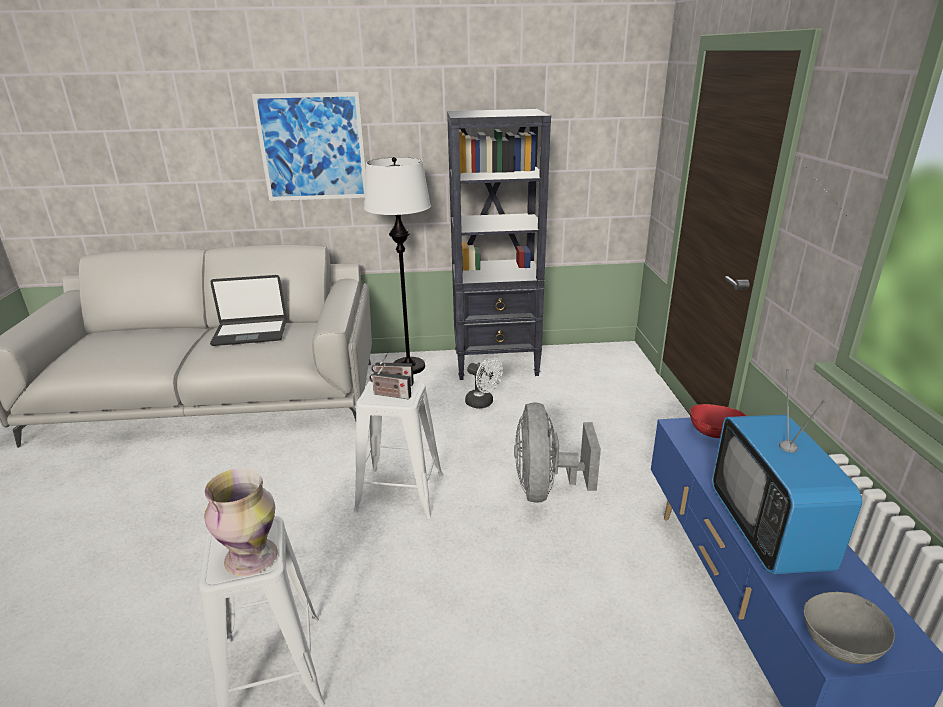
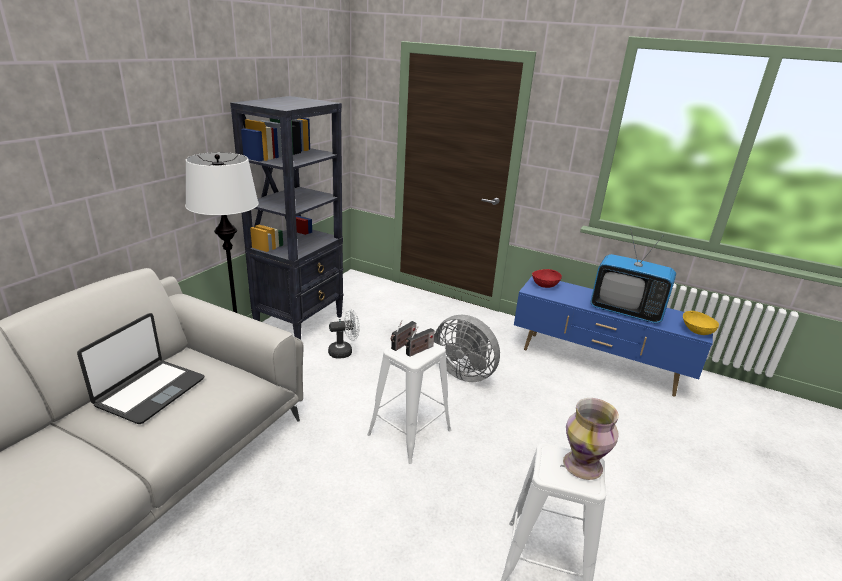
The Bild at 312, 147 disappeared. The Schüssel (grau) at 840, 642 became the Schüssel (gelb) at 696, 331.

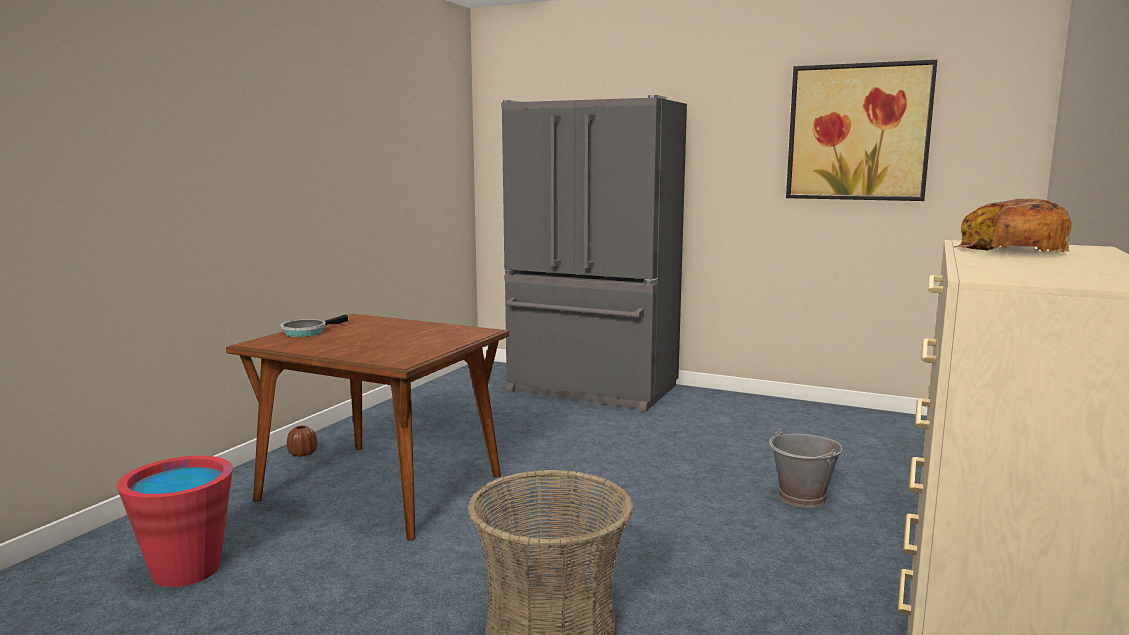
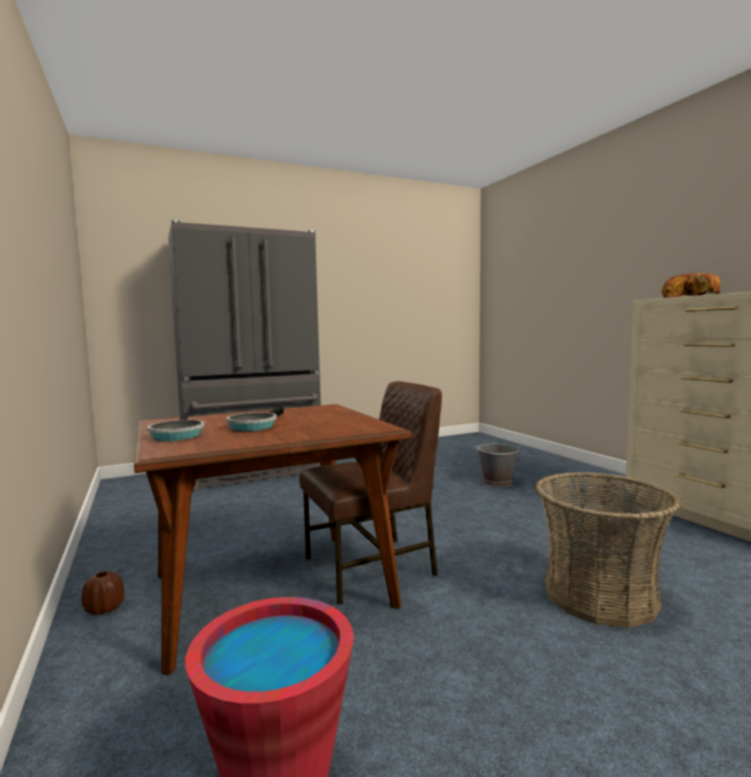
The Bild at 858, 132 disappeared. The Pfanne at 254, 426 appeared. The Stuhl (braun) at 372, 567 appeared.

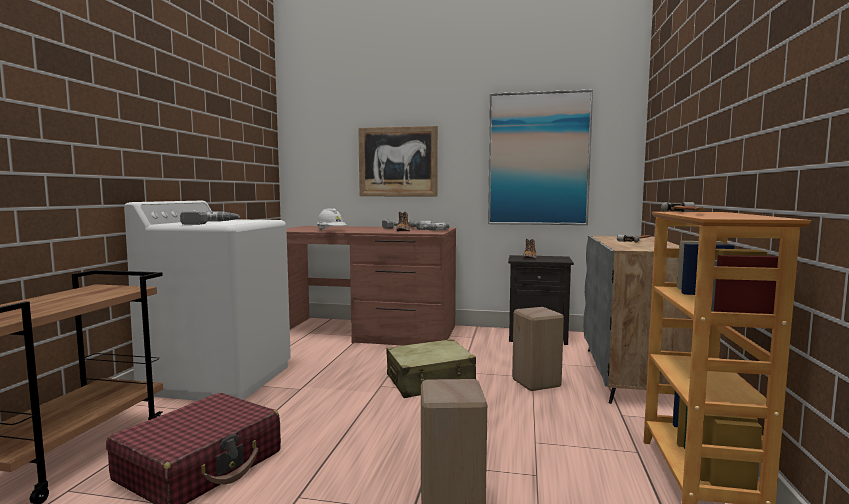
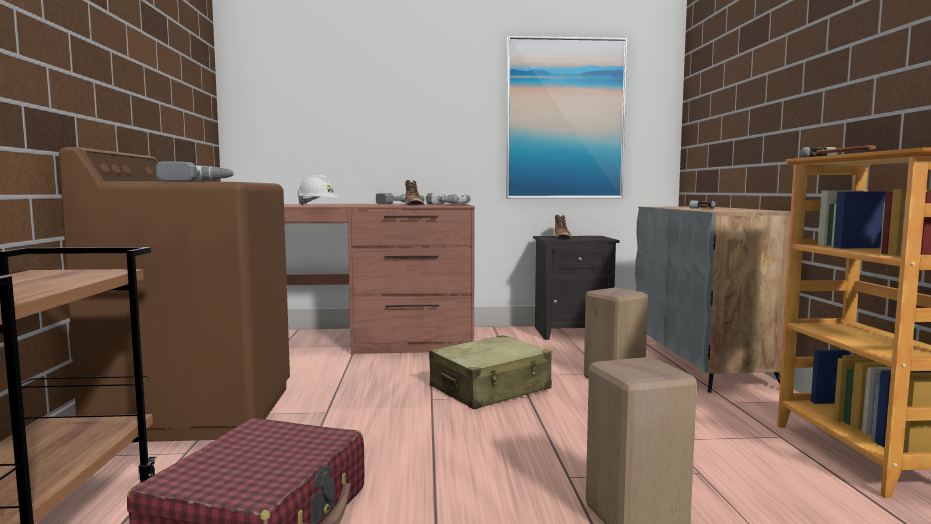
The Waschmaschine (weiß) at 220, 379 became the Waschmaschine (braun) at 198, 411. The Bild at 398, 162 disappeared.

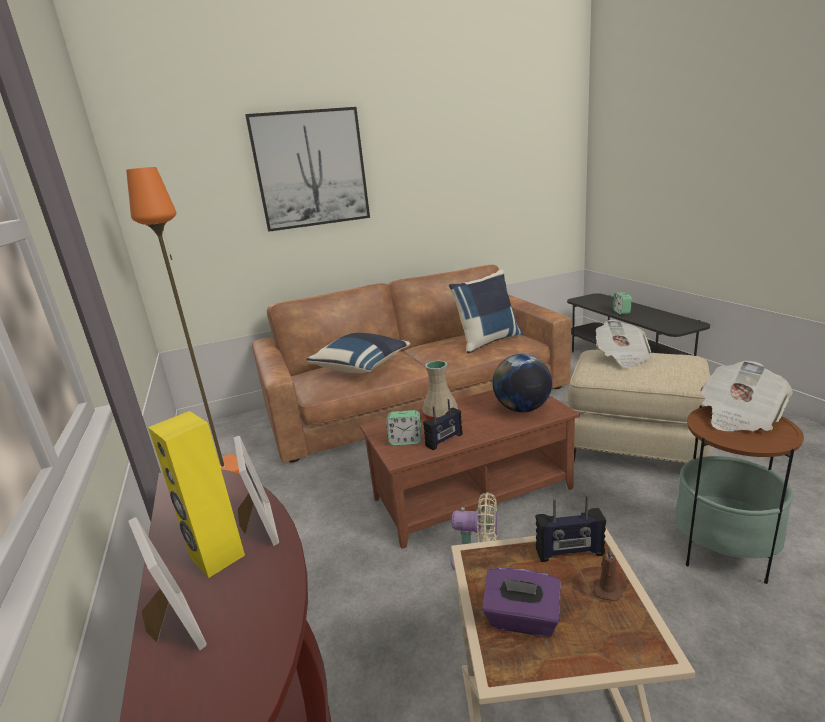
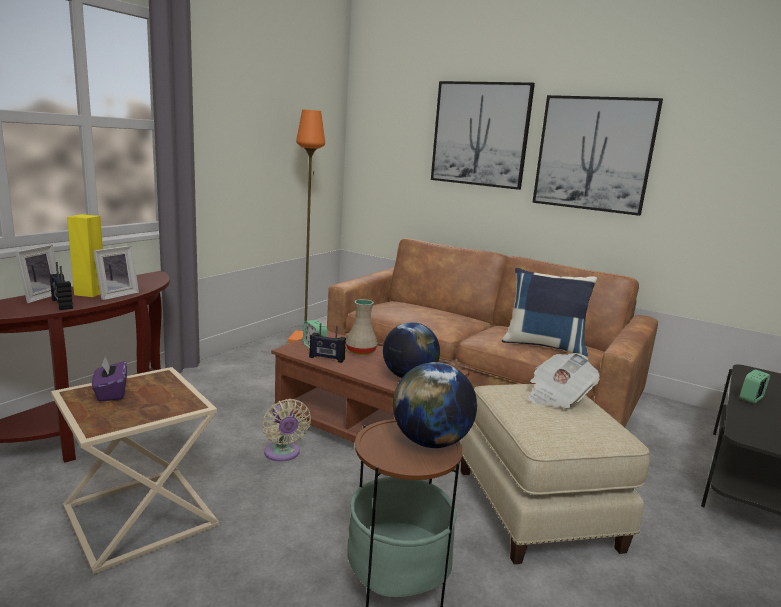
The Kissen (blau) at 362, 367 disappeared. The Radio moved from 570, 553 to 61, 304. The Kerze (braun) at 607, 589 disappeared. The Zeitung at 739, 416 was replaced by the Globus at 430, 442. The Bild at 593, 154 appeared.

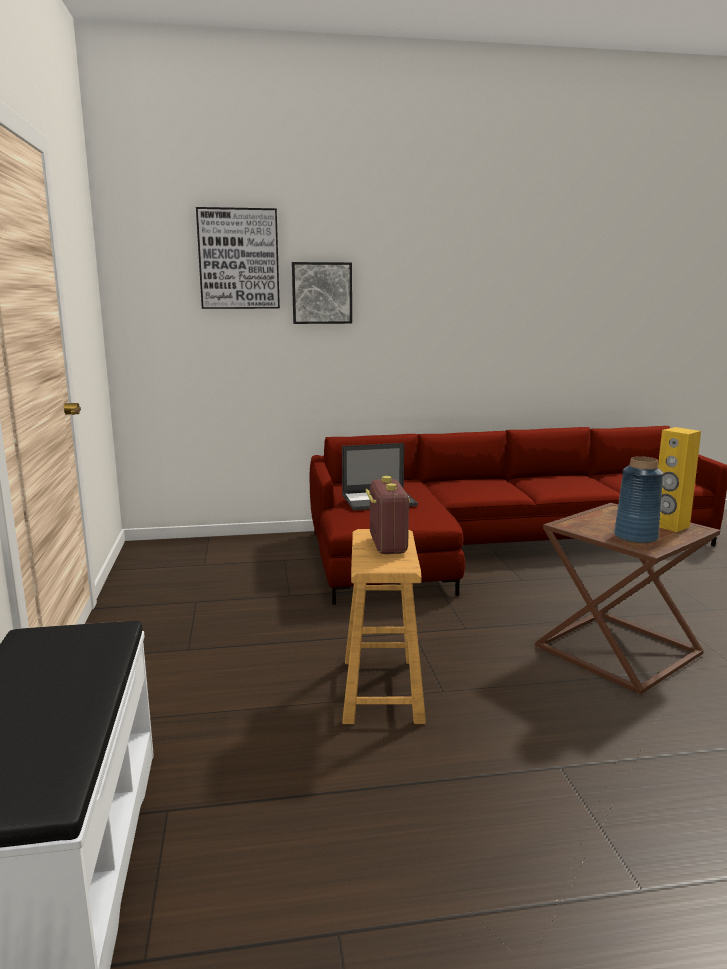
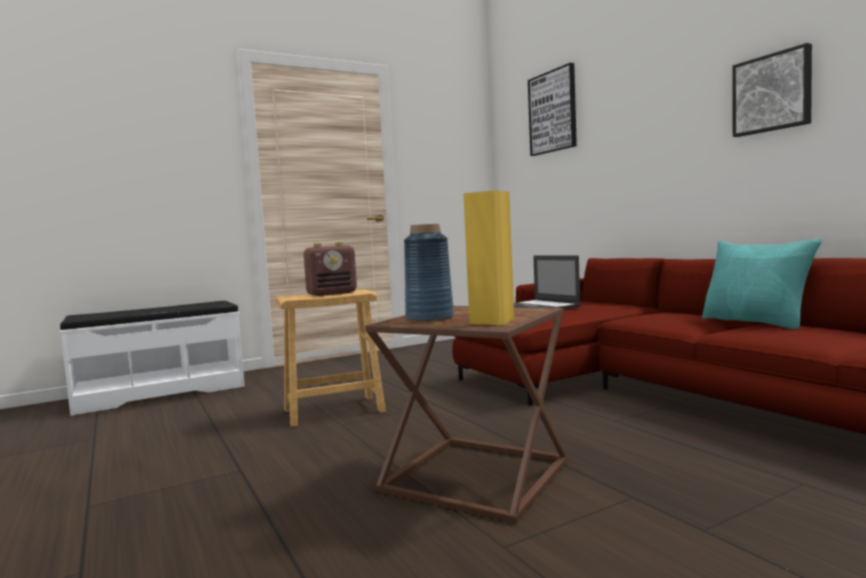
The Bild moved from 322, 293 to 772, 93. The Kissen (türkis) at 756, 322 appeared.

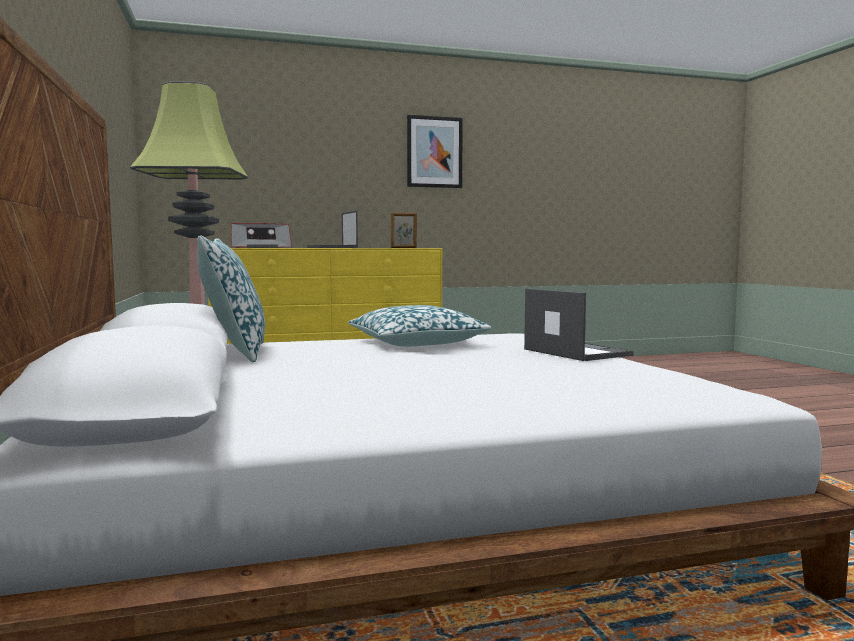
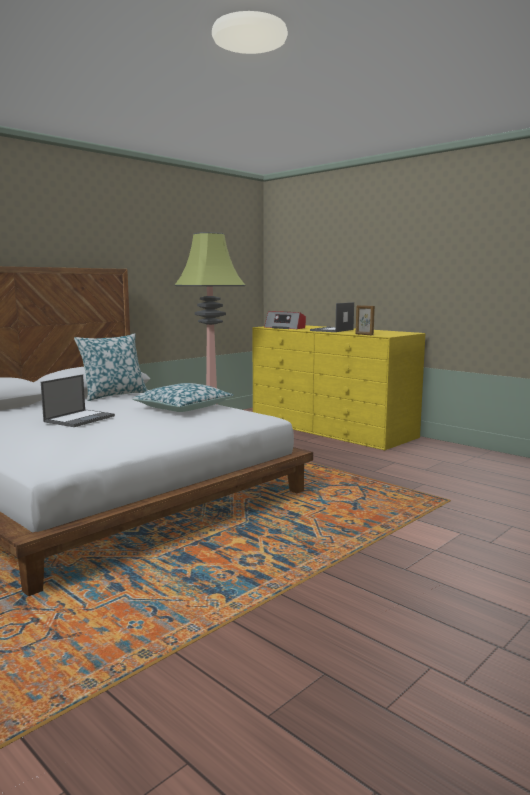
The Bild at 434, 152 disappeared. The Laptop moved from 575, 352 to 80, 419.

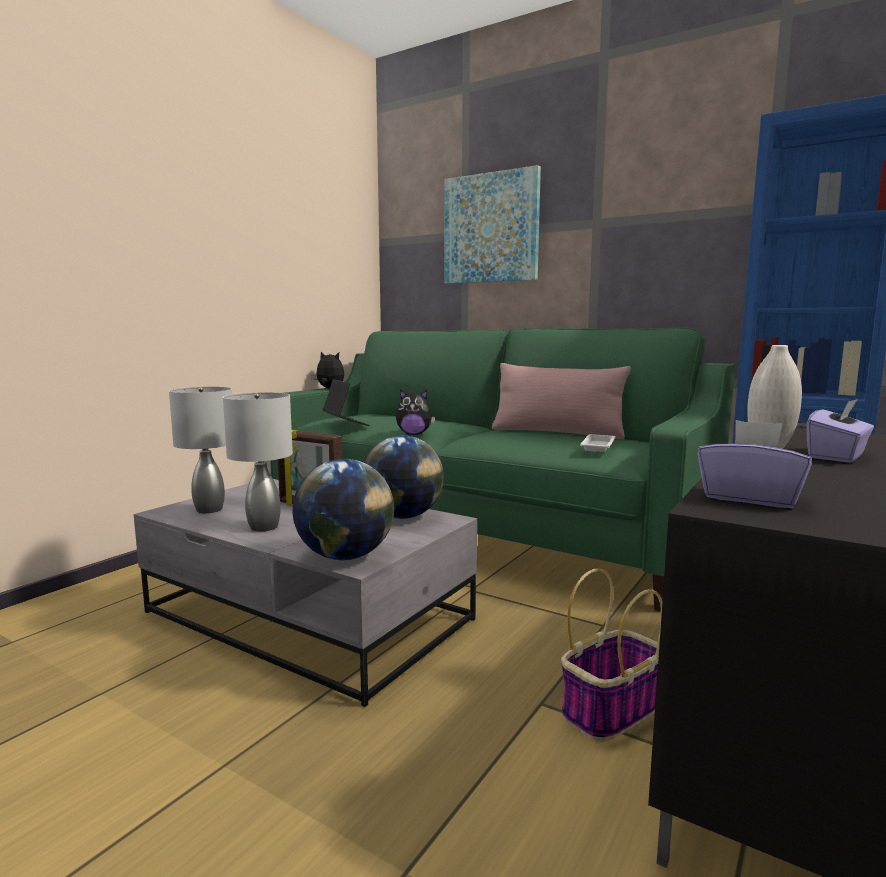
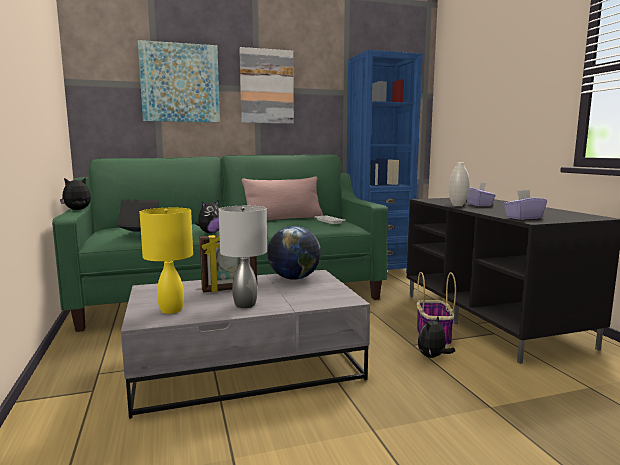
The Tischlampe (grau) at 210, 509 became the Tischlampe (gelb) at 172, 310. The Globus at 345, 556 disappeared. The Bild at 266, 87 appeared. The Plüschtier at 433, 357 appeared.

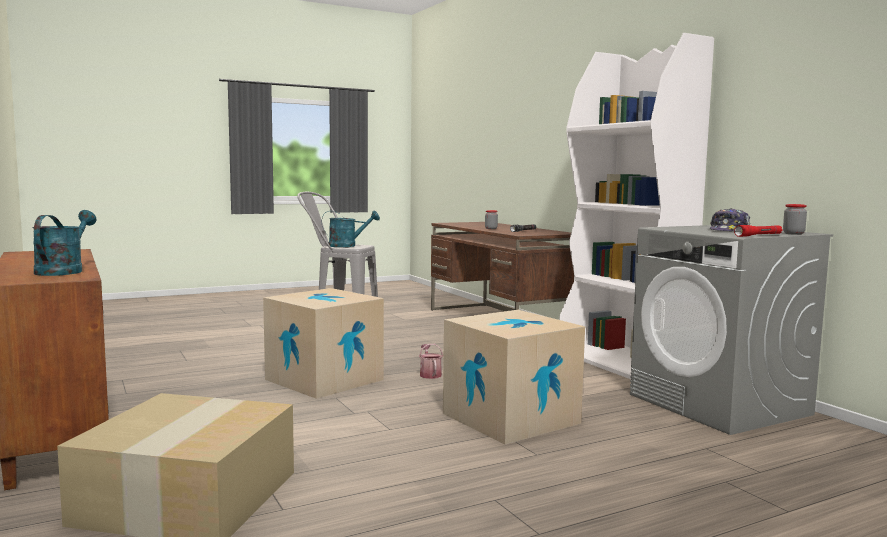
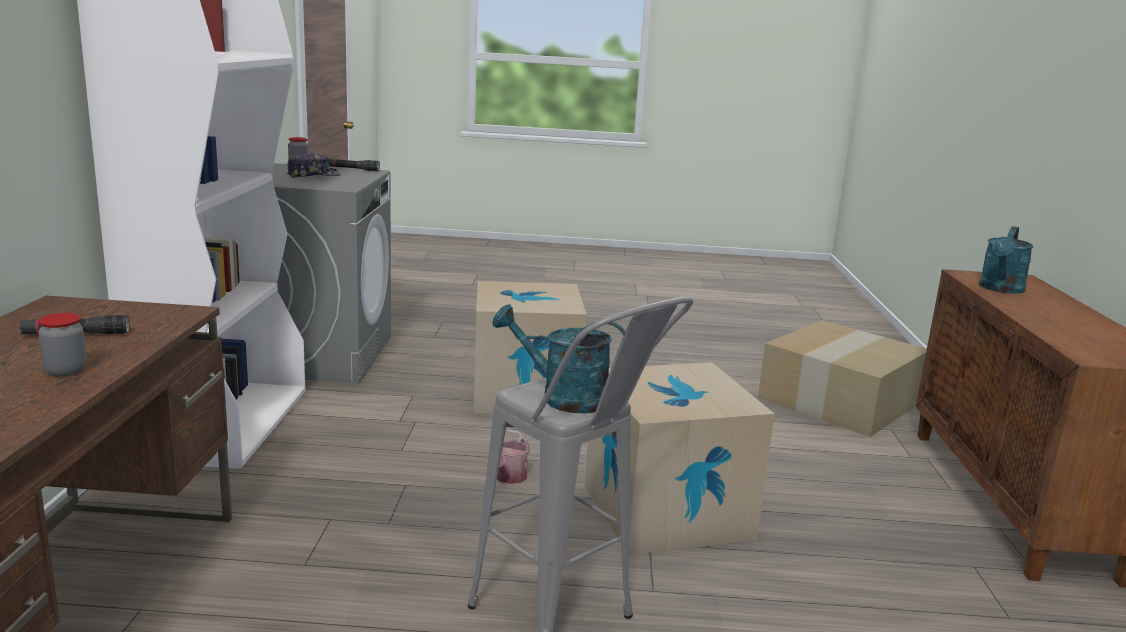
The Taschenlampe (rot) at 758, 235 became the Taschenlampe (schwarz) at 352, 169.

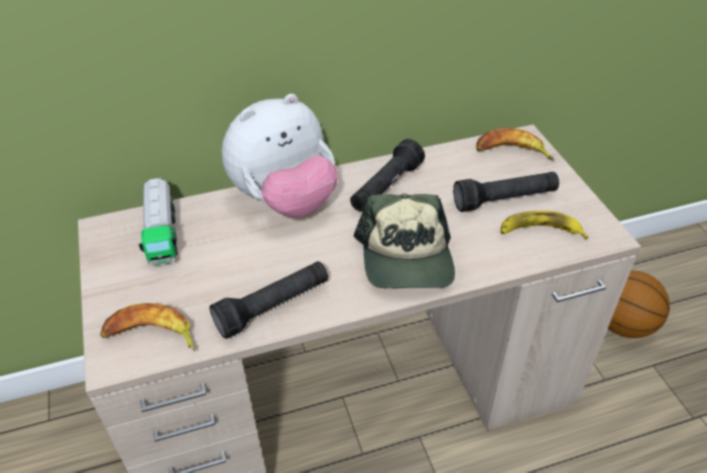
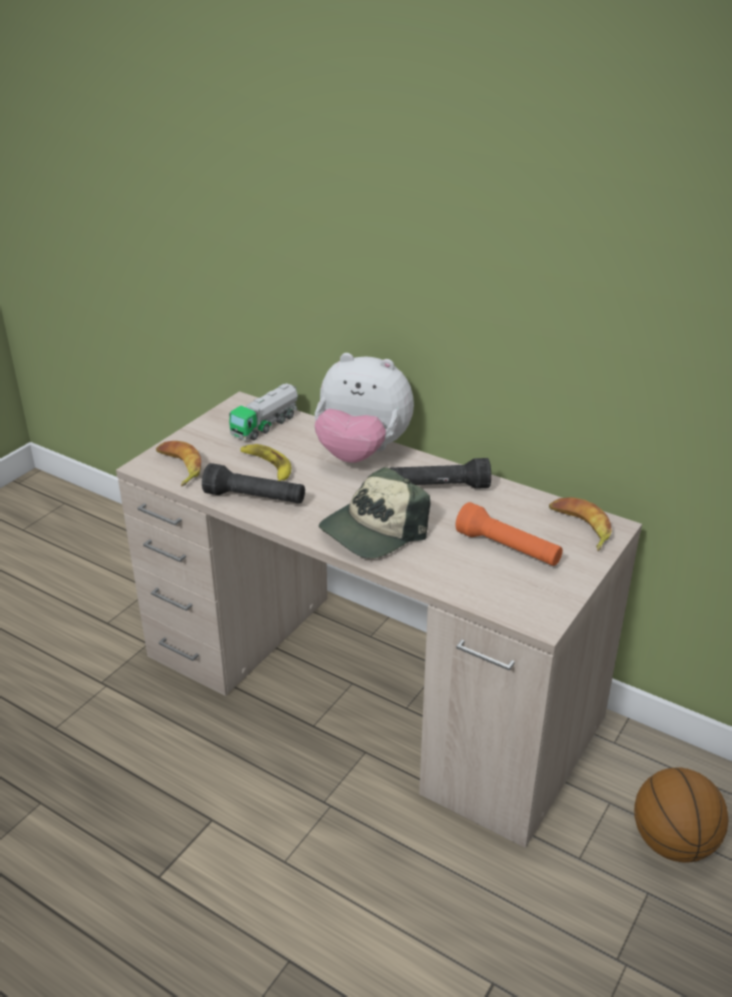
The Taschenlampe (schwarz) at 504, 200 became the Taschenlampe (orange) at 508, 549. The Banane moved from 540, 231 to 267, 466.

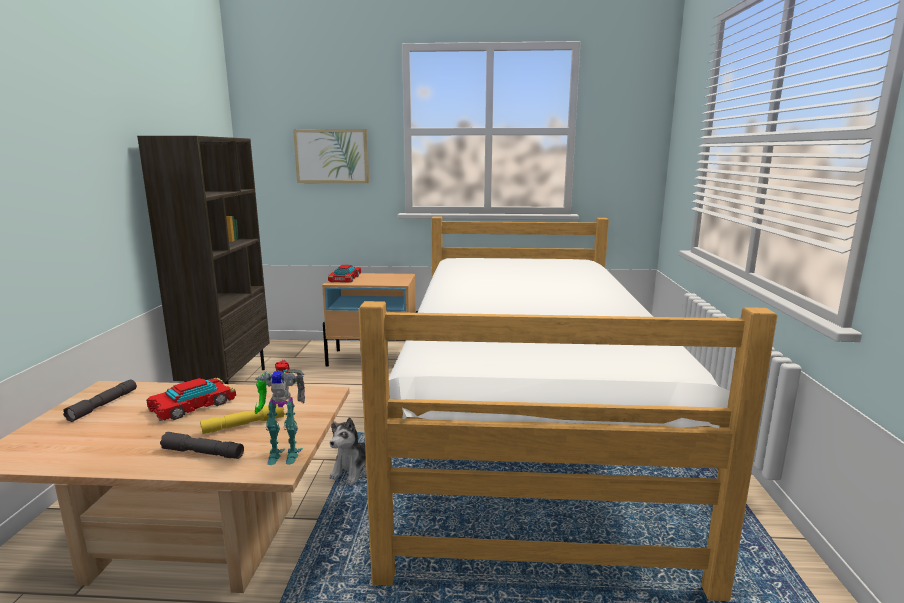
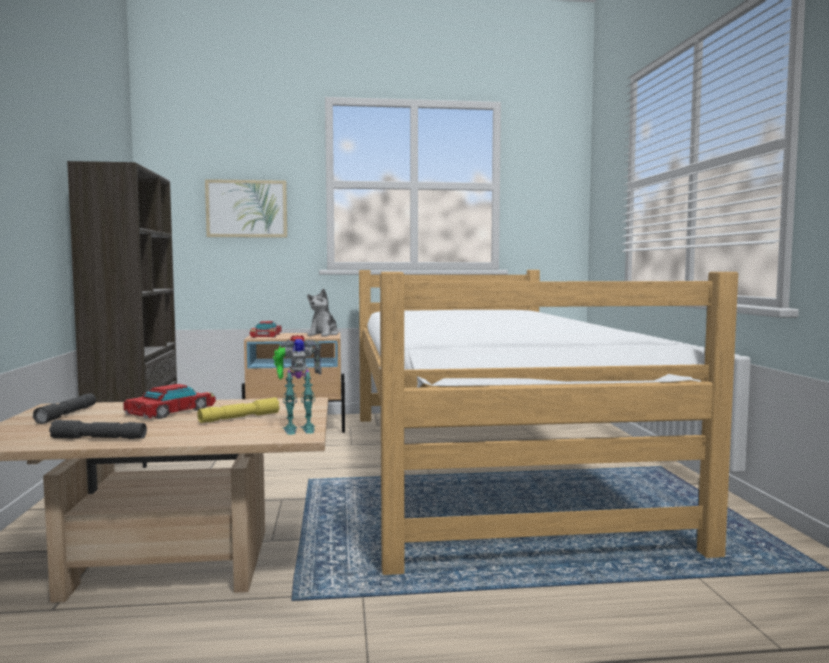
The Taschenlampe (grau) moved from 203, 453 to 99, 439. The Plüschtier moved from 354, 471 to 323, 334.

